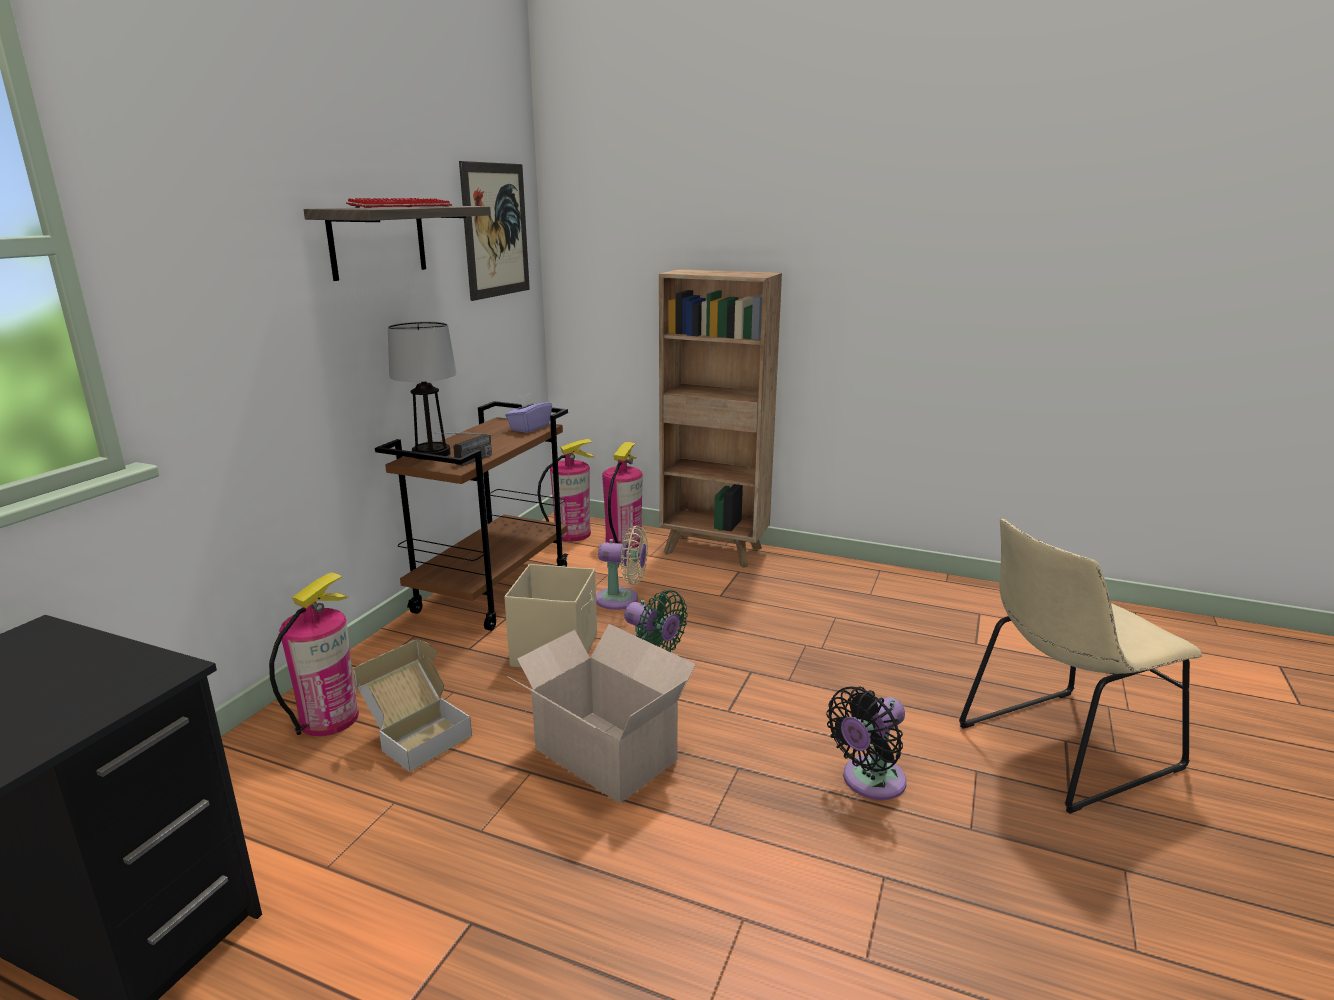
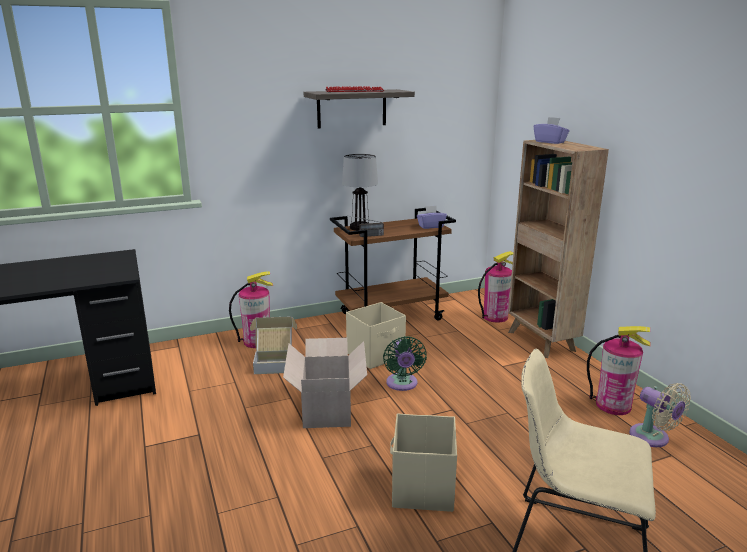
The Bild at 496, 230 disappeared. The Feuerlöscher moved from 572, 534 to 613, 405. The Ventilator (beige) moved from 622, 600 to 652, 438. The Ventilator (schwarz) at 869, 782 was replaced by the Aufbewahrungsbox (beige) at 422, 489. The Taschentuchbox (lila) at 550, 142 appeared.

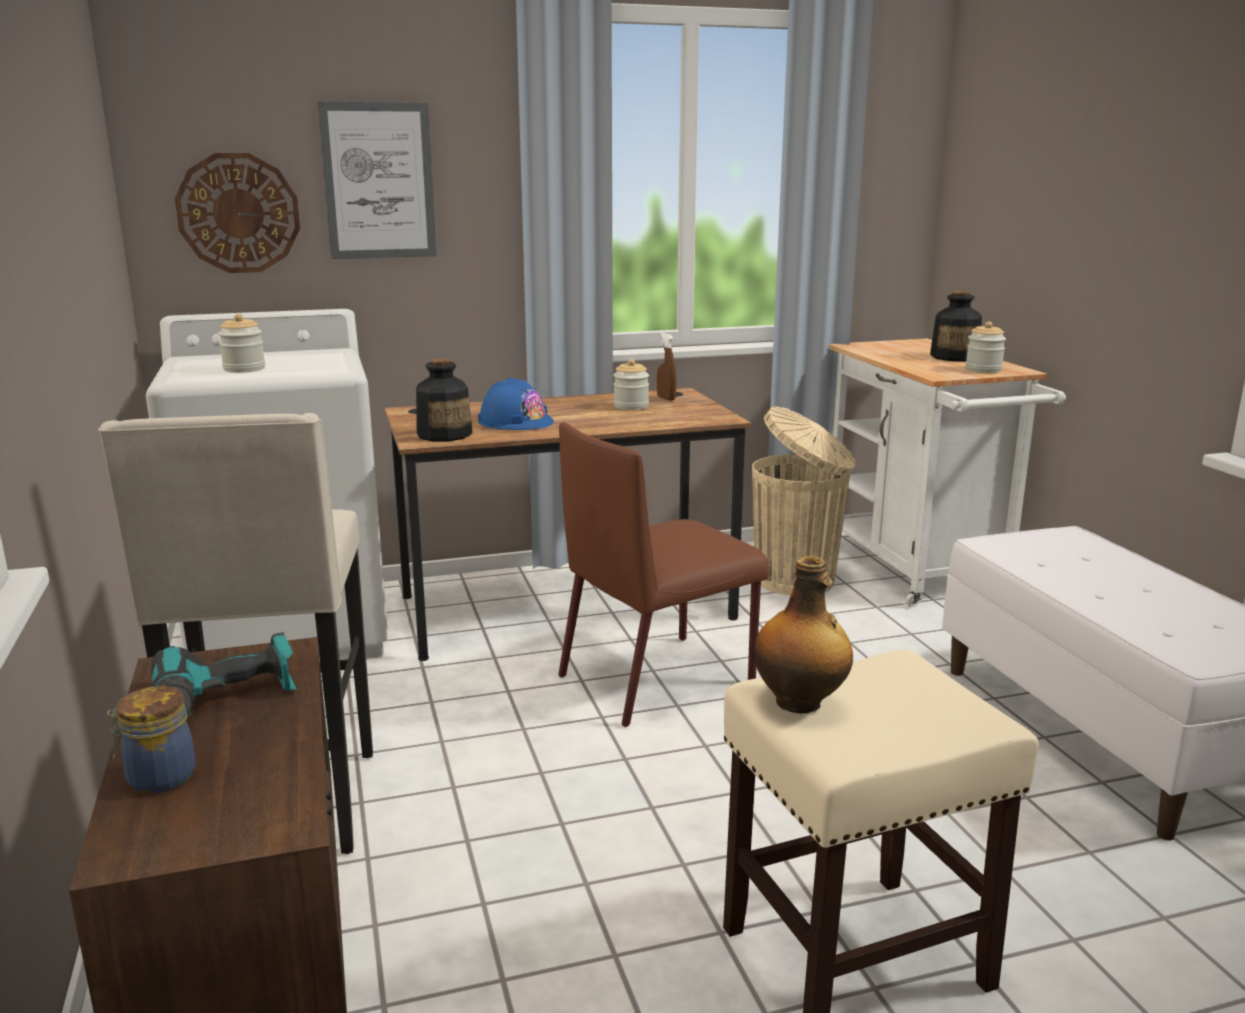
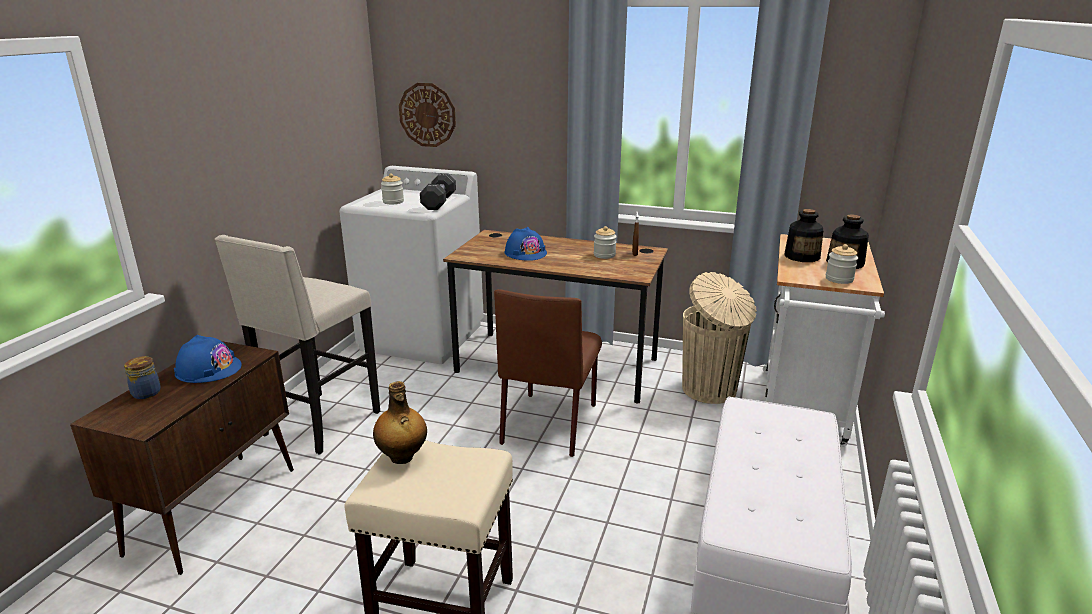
The Bohrmaschine at 226, 700 was replaced by the Schutzhelm (blau) at 208, 369. The Bild at 378, 181 disappeared. The Flasche moved from 444, 434 to 802, 256. The Stuhl (braun) at 659, 678 turned 75 degrees counterclockwise. The Hantel (schwarz) at 439, 202 appeared.

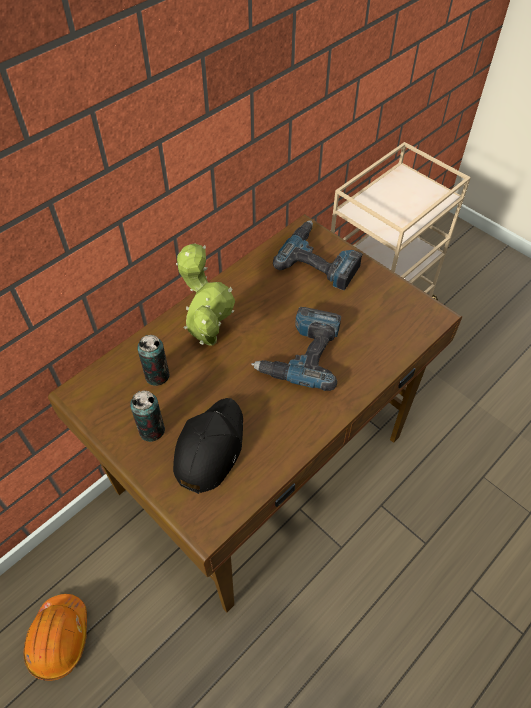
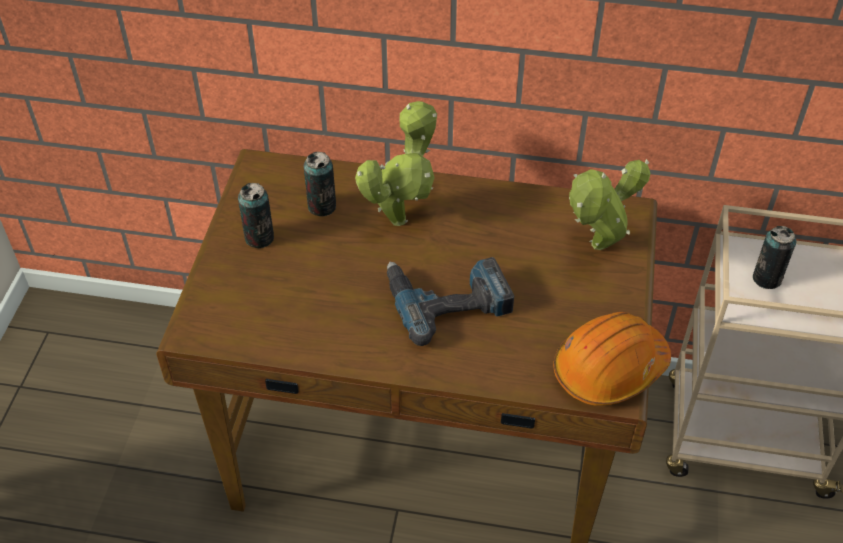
The Schutzhelm (orange) moved from 59, 639 to 609, 369. The Kappe (schwarz) at 209, 448 disappeared. The Bohrmaschine at 320, 260 was replaced by the Topfpflanze at 595, 248. The Dose at 766, 278 appeared.

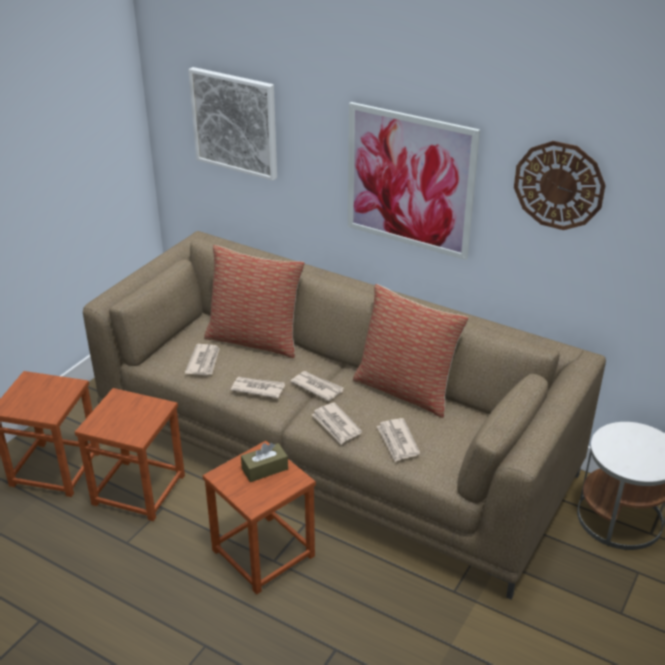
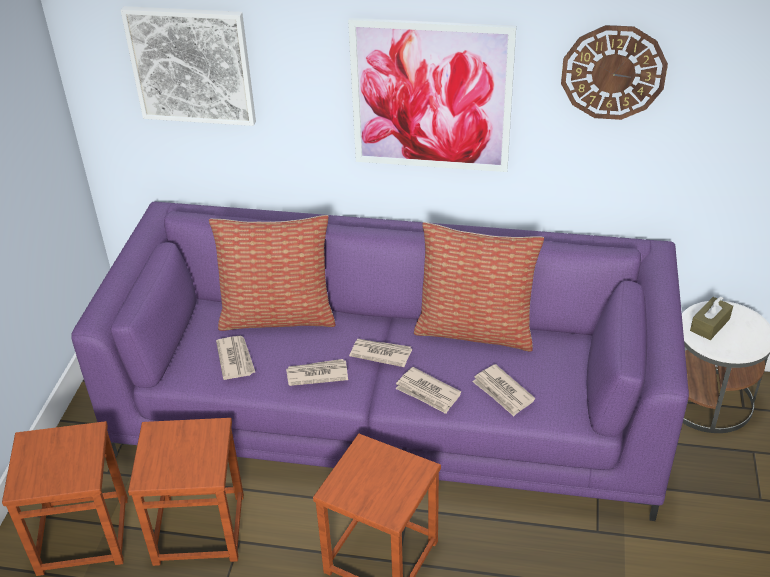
The Sofa (braun) at 333, 447 became the Sofa (lila) at 390, 411. The Taschentuchbox (braun) moved from 265, 469 to 710, 325.

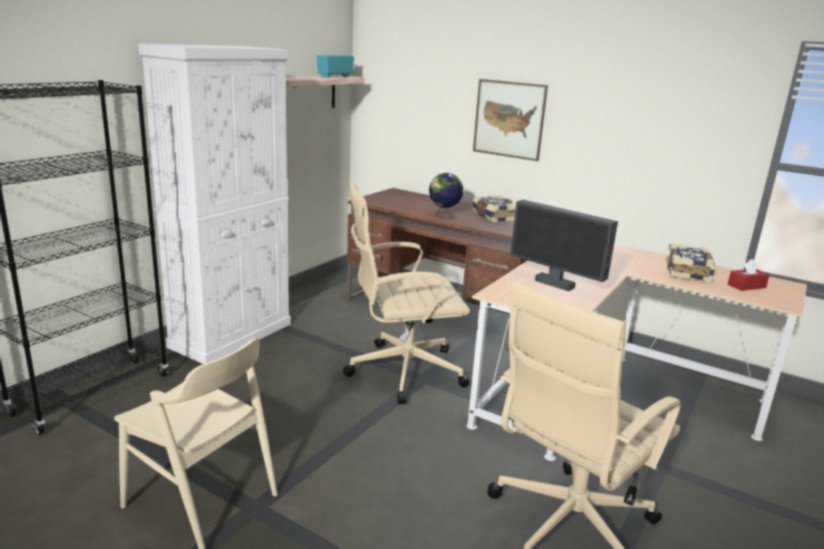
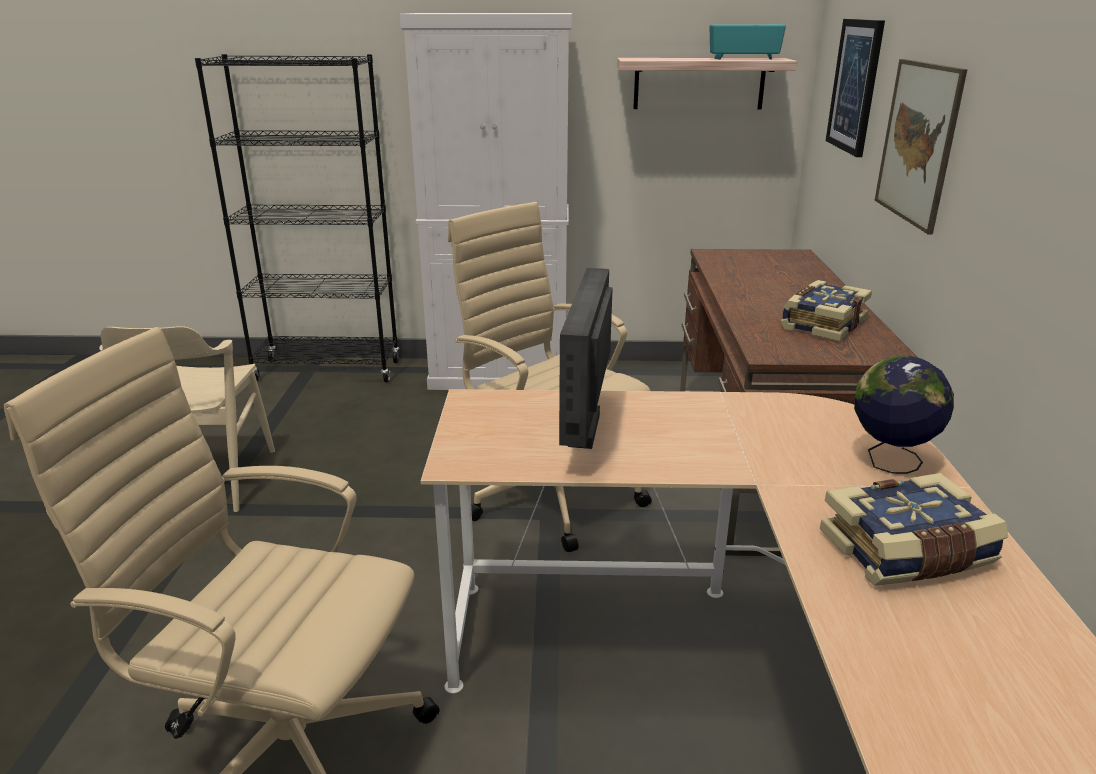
The Globus moved from 444, 216 to 889, 462. The Taschentuchbox (rot) at 746, 286 disappeared. The Bild at 855, 86 appeared.

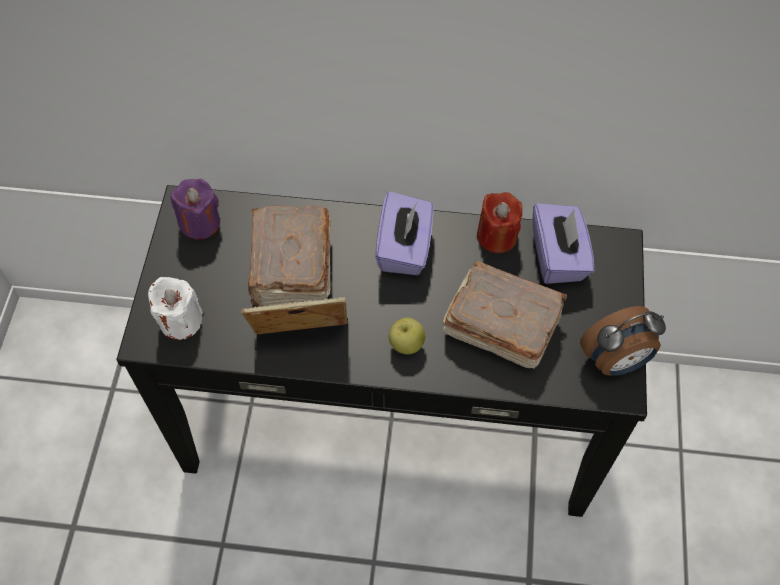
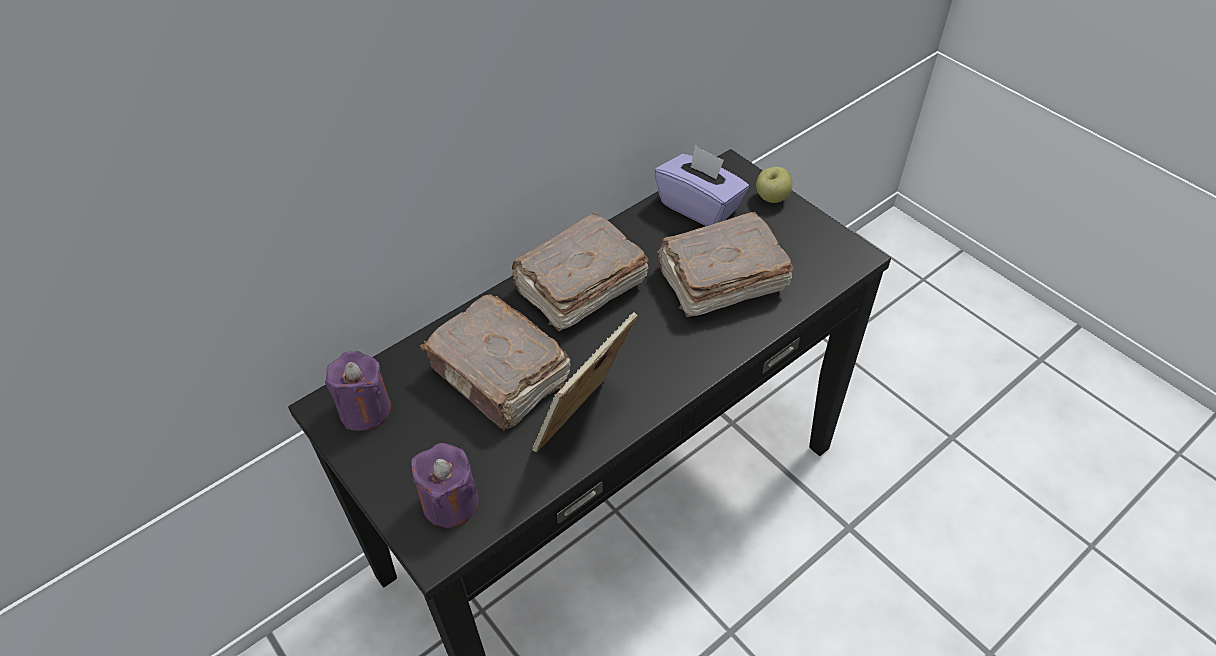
The Kerze (weiß) at 180, 321 became the Kerze (lila) at 450, 503. The Taschentuchbox (lila) at 404, 248 was replaced by the Buch (braun) at 579, 288. The Apfel moved from 406, 344 to 772, 198. The Kerze (rot) at 496, 236 disappeared. The Wecker at 615, 361 disappeared.

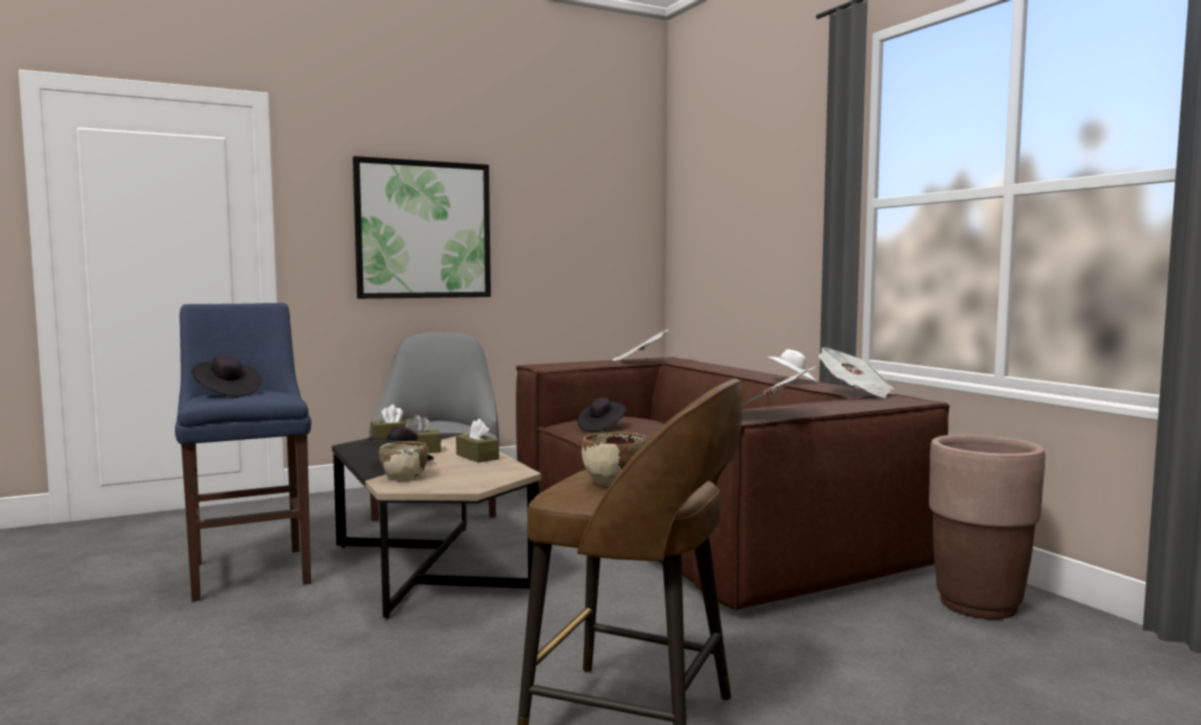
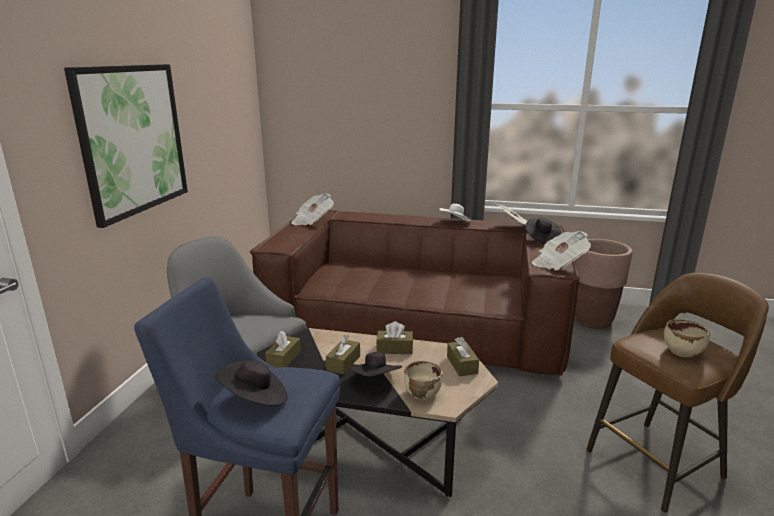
The Hut (schwarz) moved from 601, 427 to 541, 239. The Taschentuchbox (braun) at 462, 365 appeared.

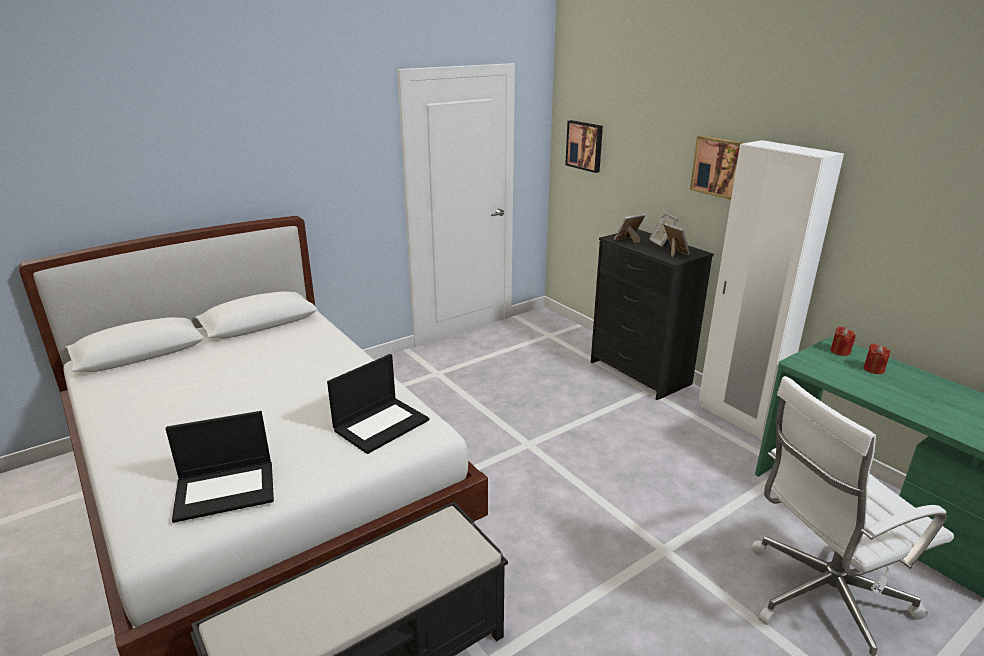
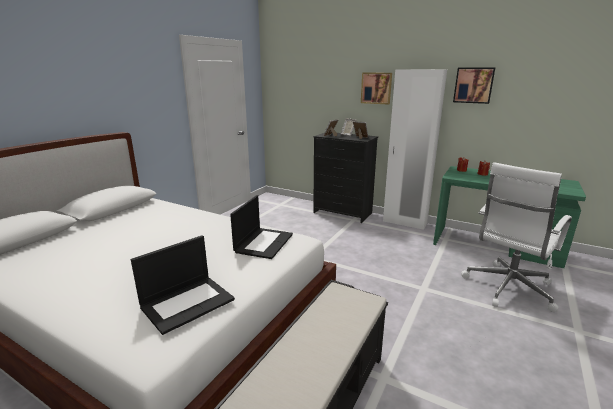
The Bild moved from 585, 145 to 473, 85.

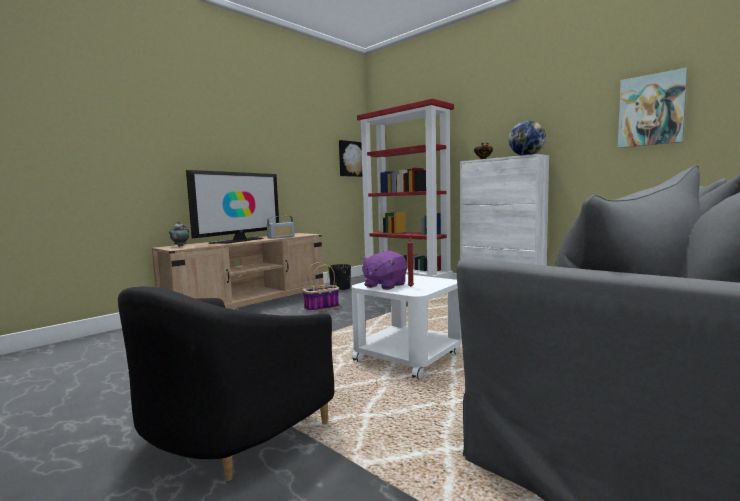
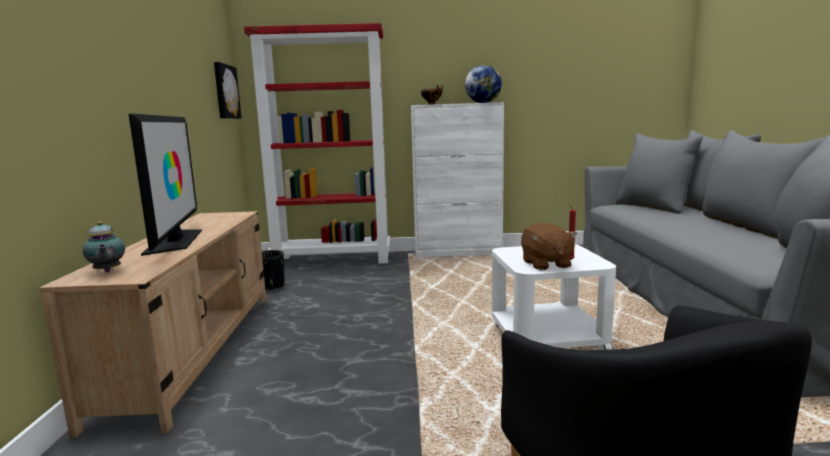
The Radio at 281, 237 disappeared. The Korb at 321, 308 disappeared. The Plüschtier (lila) at 384, 285 became the Plüschtier (braun) at 545, 264. The Bild at 651, 110 disappeared.

